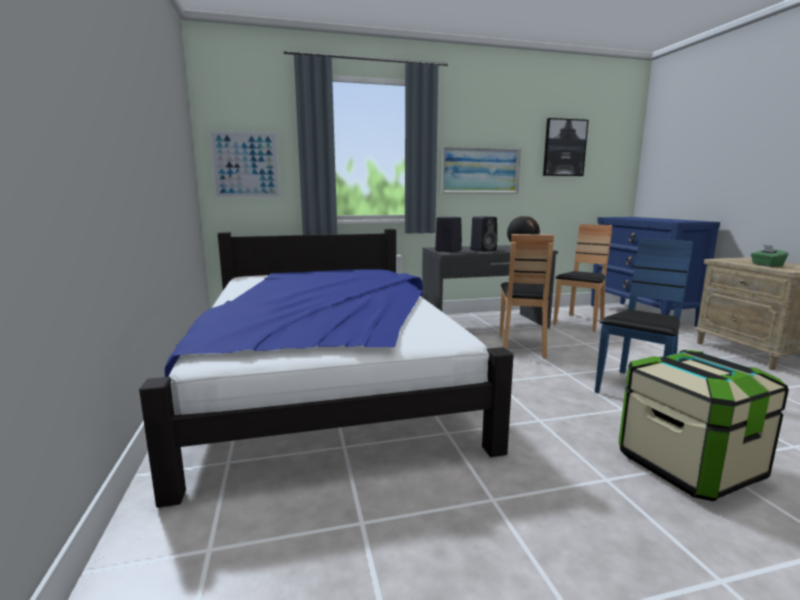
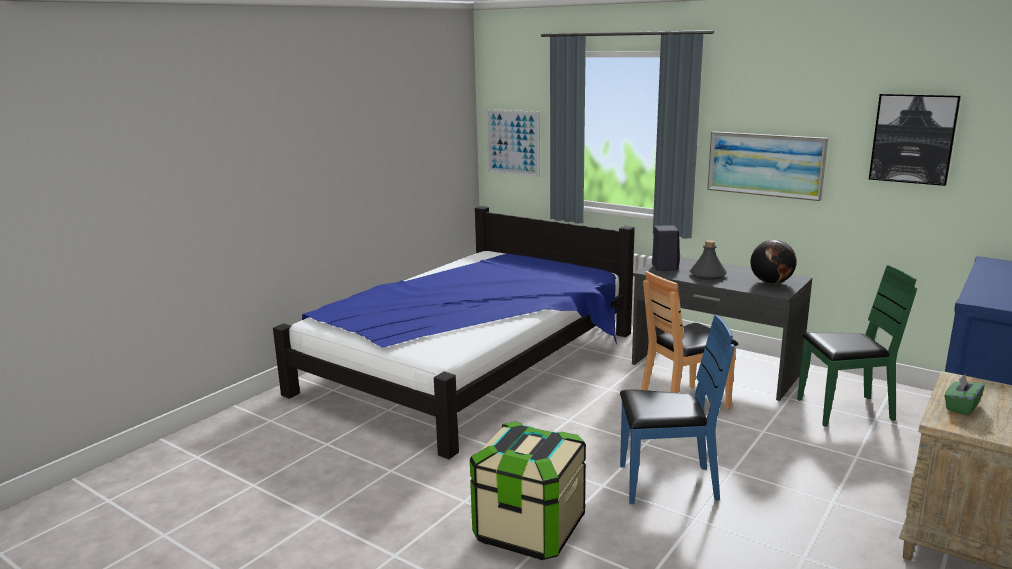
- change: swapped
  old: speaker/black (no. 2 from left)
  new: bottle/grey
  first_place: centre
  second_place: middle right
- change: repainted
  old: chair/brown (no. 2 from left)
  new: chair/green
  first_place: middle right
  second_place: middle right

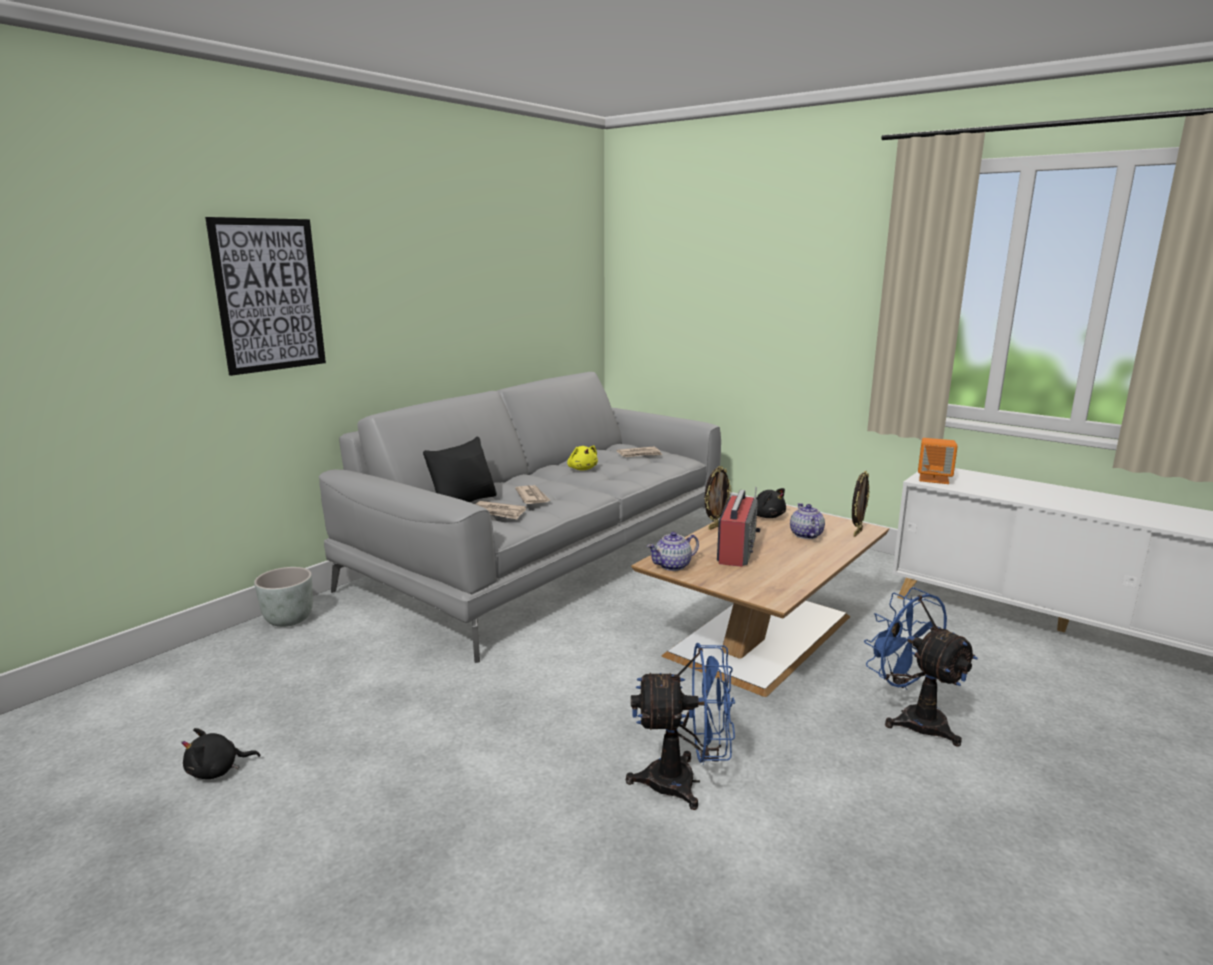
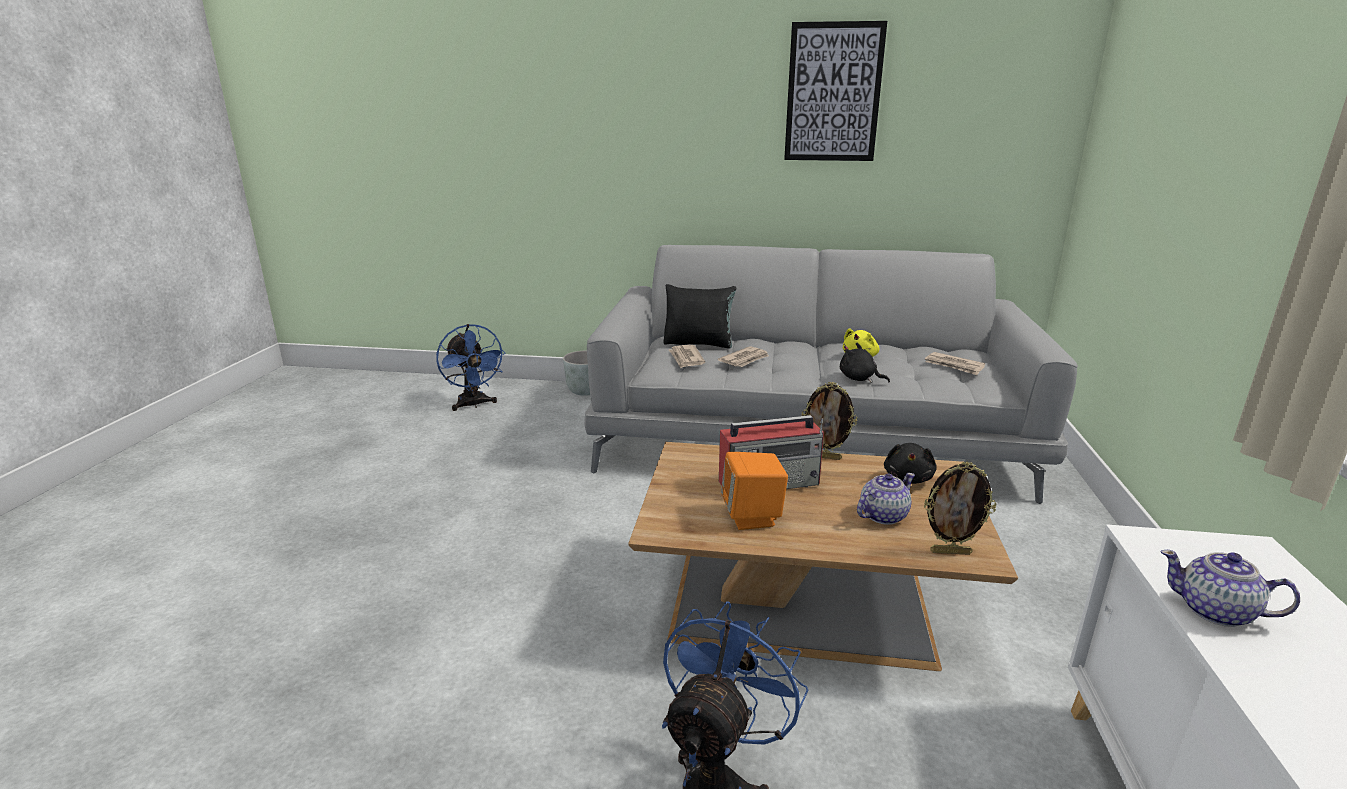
- change: shifted
  old: plush toy/black (no. 1 from left)
  first_place: bottom left
  second_place: centre
- change: shifted
  old: picture
  first_place: top left
  second_place: top centre
- change: shifted
  old: fan/blue (no. 1 from left)
  first_place: bottom centre
  second_place: centre
- change: shifted
  old: teapot (no. 1 from left in the first image)
  new: teapot (no. 2 from left)
  first_place: centre
  second_place: bottom right
- change: shifted
  old: speaker/orange
  first_place: middle right
  second_place: centre

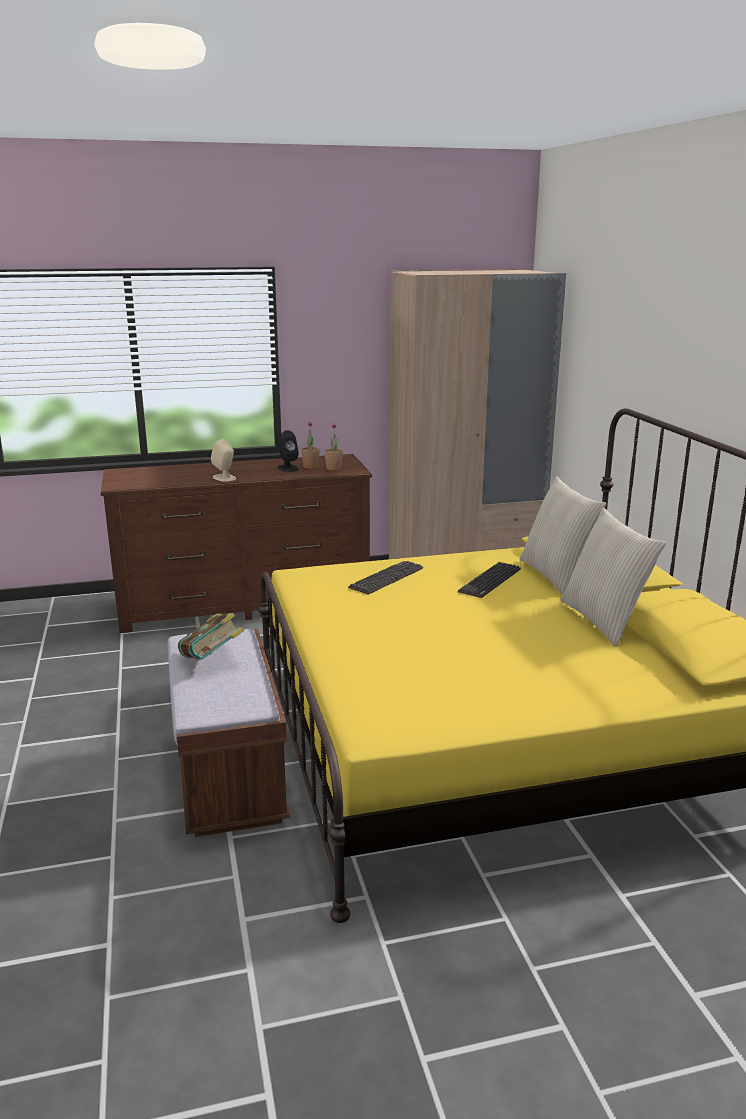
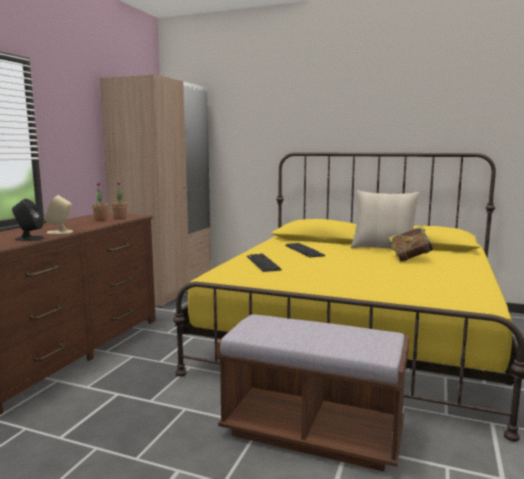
- change: shifted
  old: book
  first_place: middle left
  second_place: middle right
- change: shifted
  old: speaker/black
  first_place: centre
  second_place: middle left
- change: gone
  old: pillow/beige (no. 1 from left)
  first_place: middle right

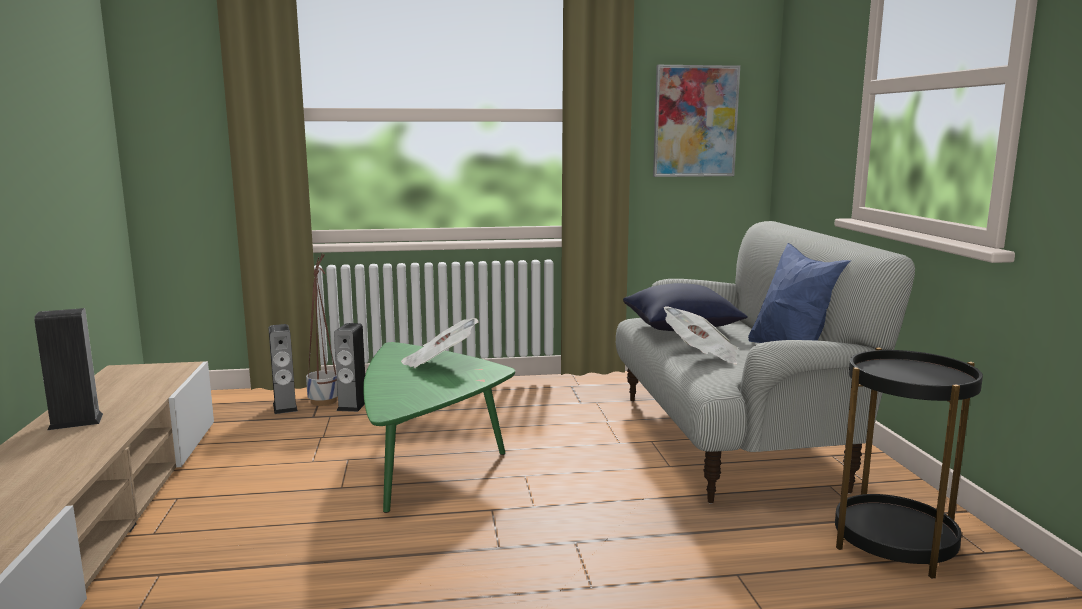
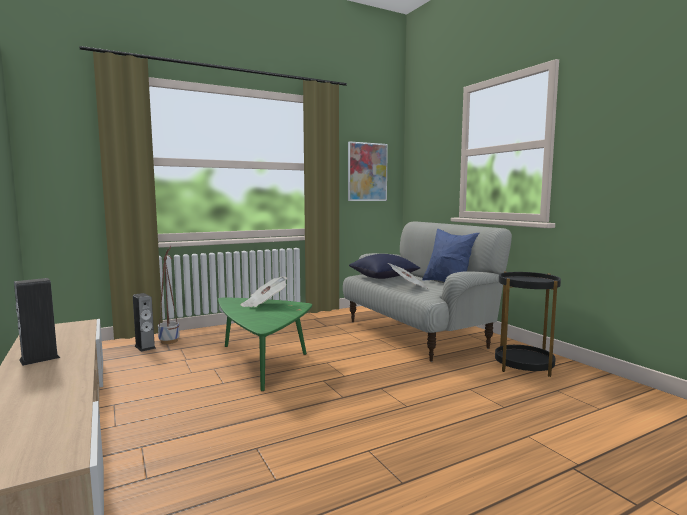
- change: gone
  old: speaker (no. 3 from left)
  first_place: middle left

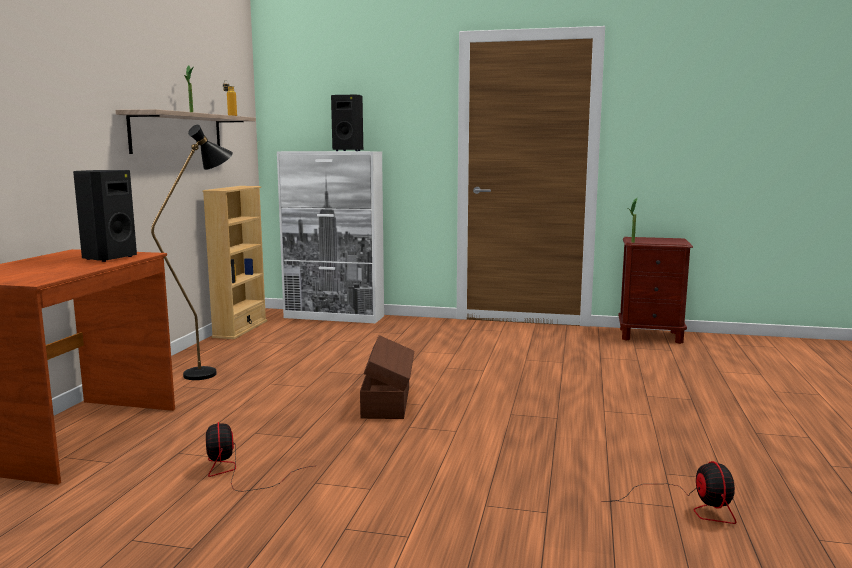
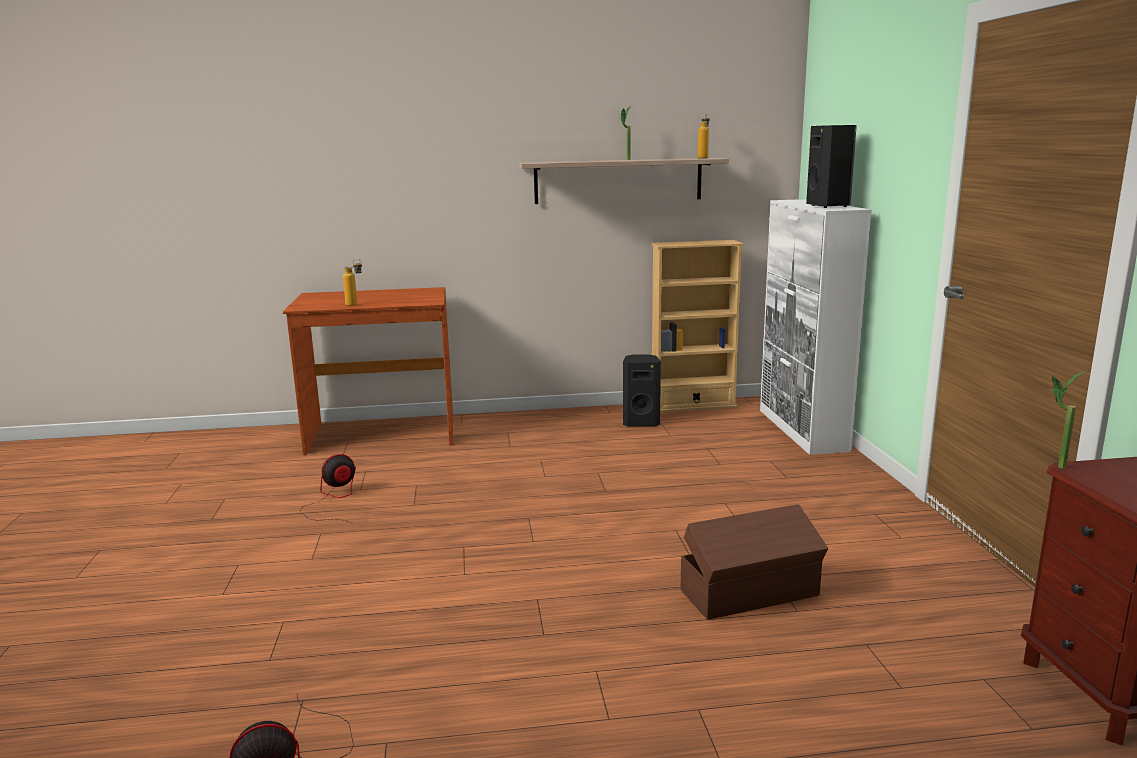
- change: shifted
  old: speaker/black (no. 1 from left)
  first_place: middle left
  second_place: centre
- change: gone
  old: floor lamp/black
  first_place: middle left
- change: shifted
  old: storage box/brown
  first_place: centre
  second_place: bottom centre
- change: new
  new: bottle (no. 1 from left)
  second_place: middle left

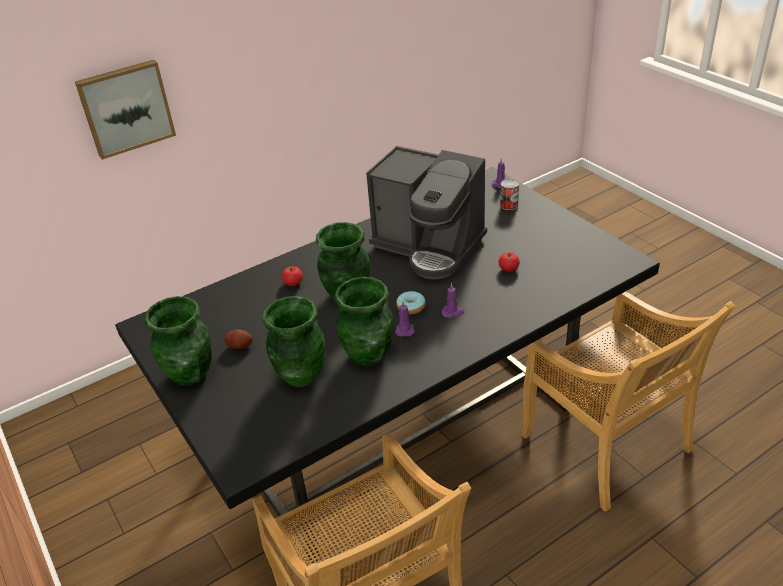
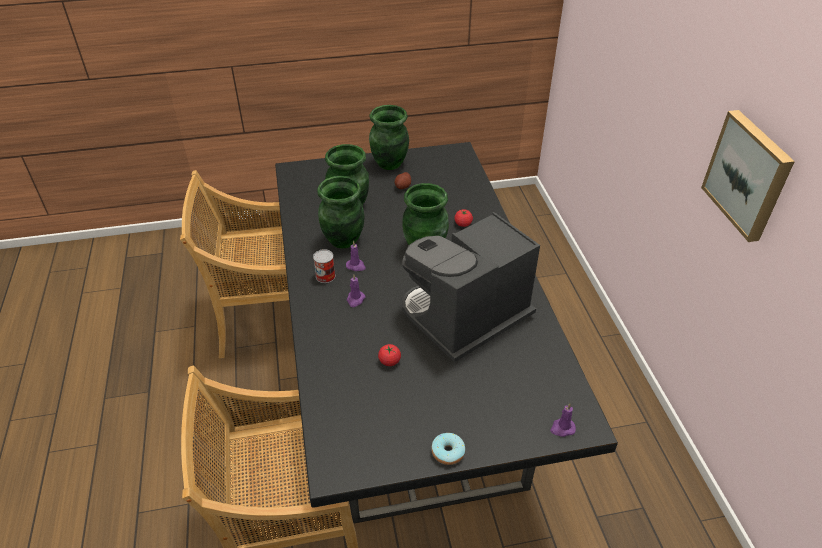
- change: shifted
  old: picture
  first_place: top left
  second_place: top right
- change: shifted
  old: donut
  first_place: centre
  second_place: bottom centre
- change: shifted
  old: can
  first_place: top centre
  second_place: centre

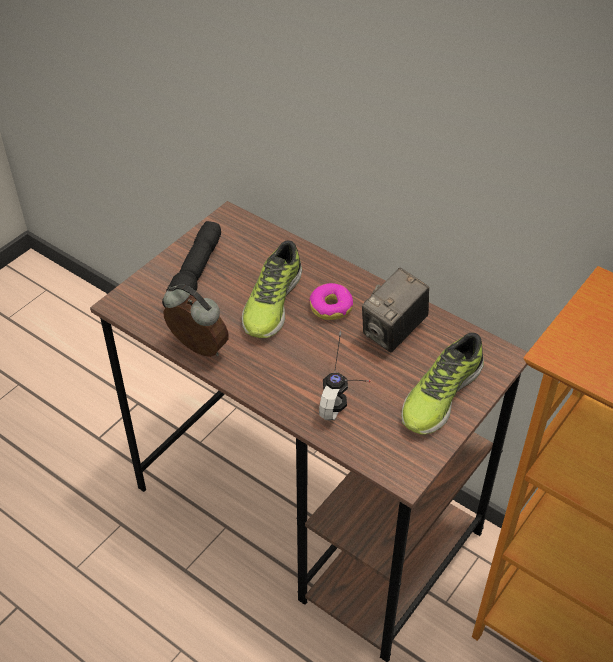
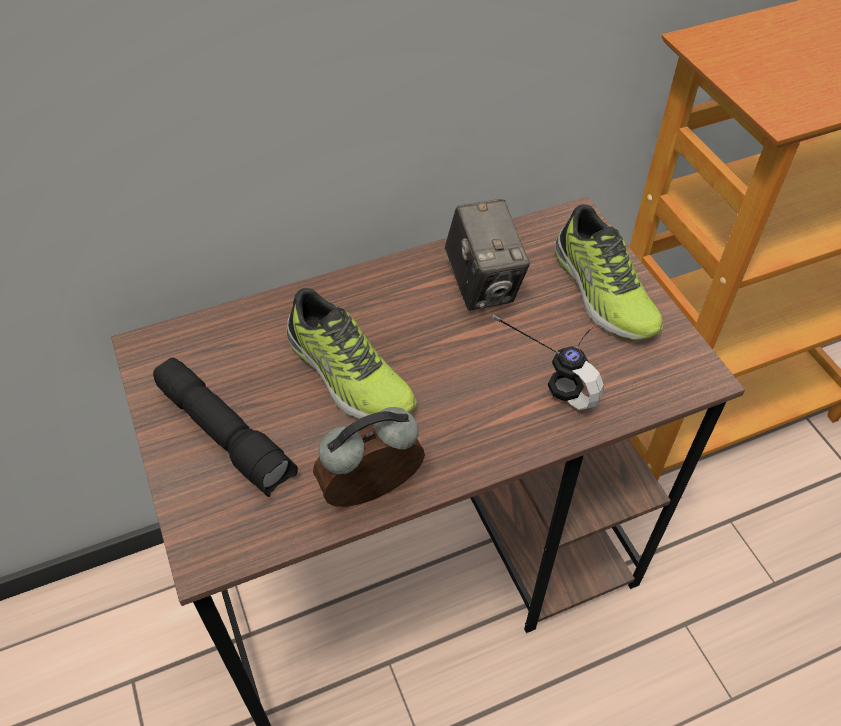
- change: gone
  old: donut
  first_place: centre

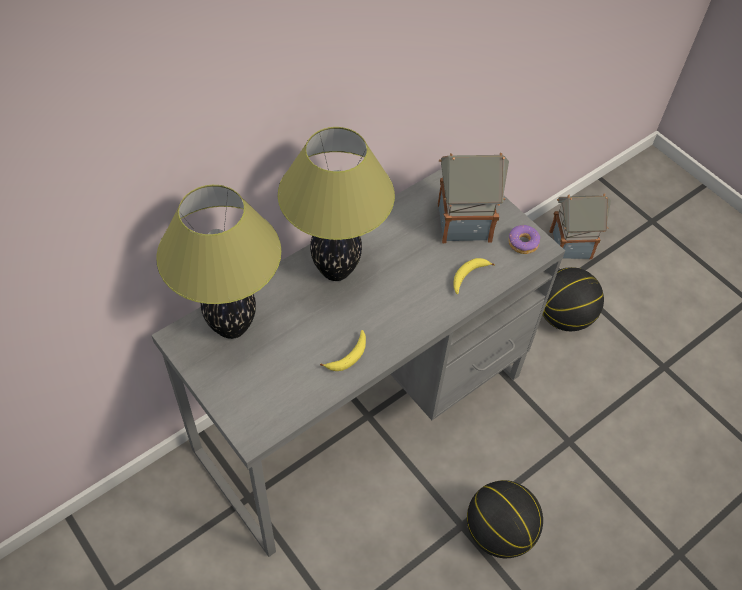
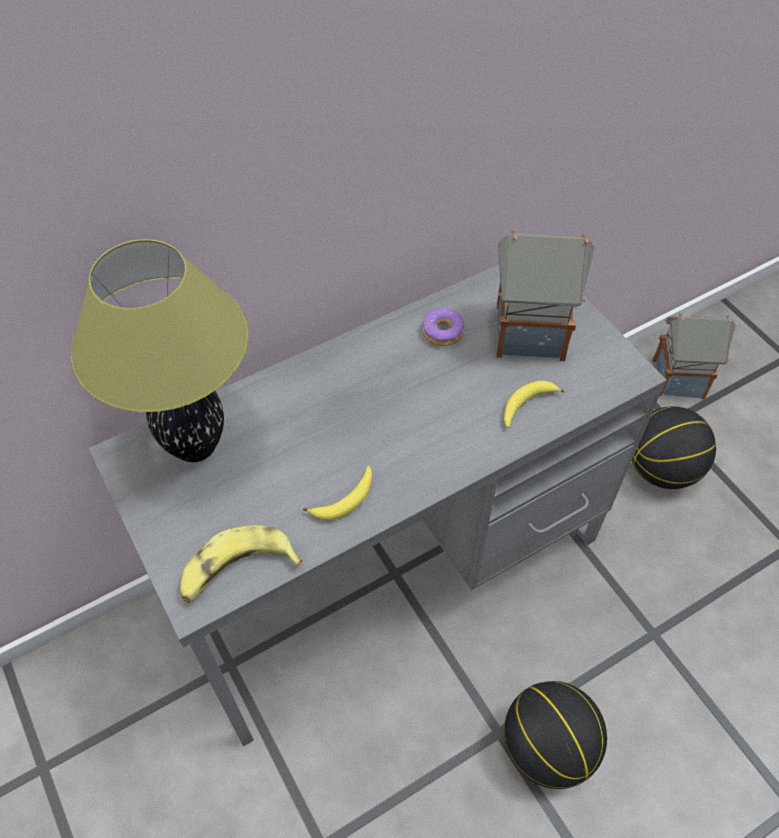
- change: gone
  old: table lamp (no. 2 from left)
  first_place: centre
- change: shifted
  old: donut
  first_place: middle right
  second_place: centre
- change: new
  new: banana (no. 1 from left)
  second_place: bottom left

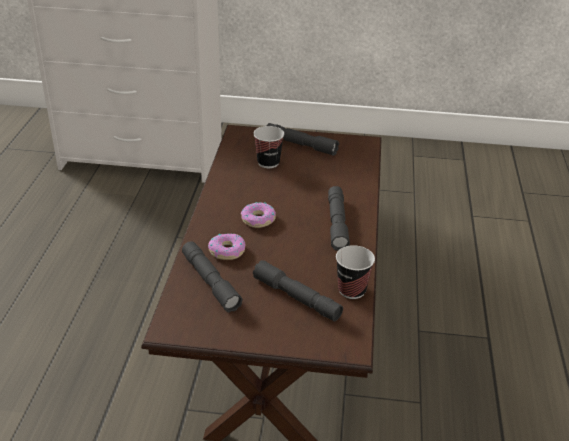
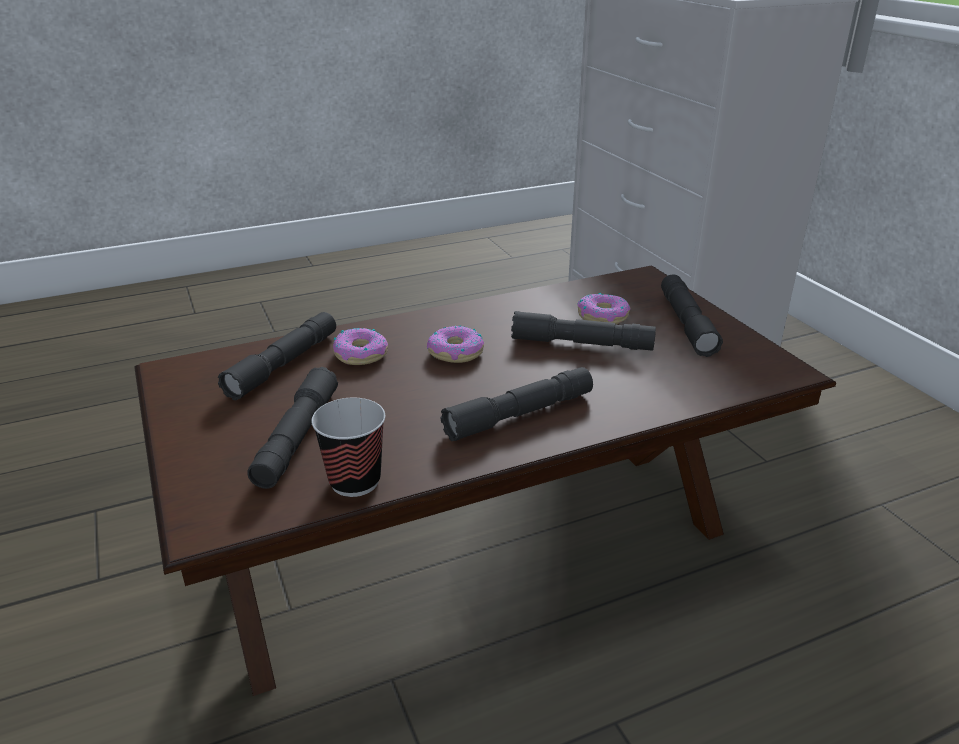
- change: swapped
  old: cup (no. 1 from left)
  new: donut (no. 3 from left)
  first_place: centre
  second_place: centre
- change: new
  new: flashlight/grey (no. 4 from left)
  second_place: centre

